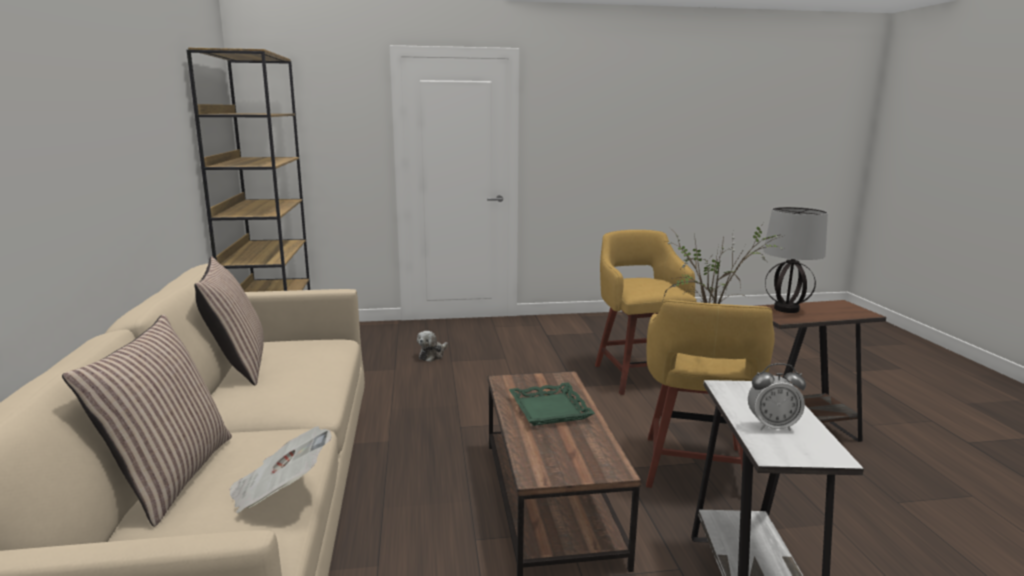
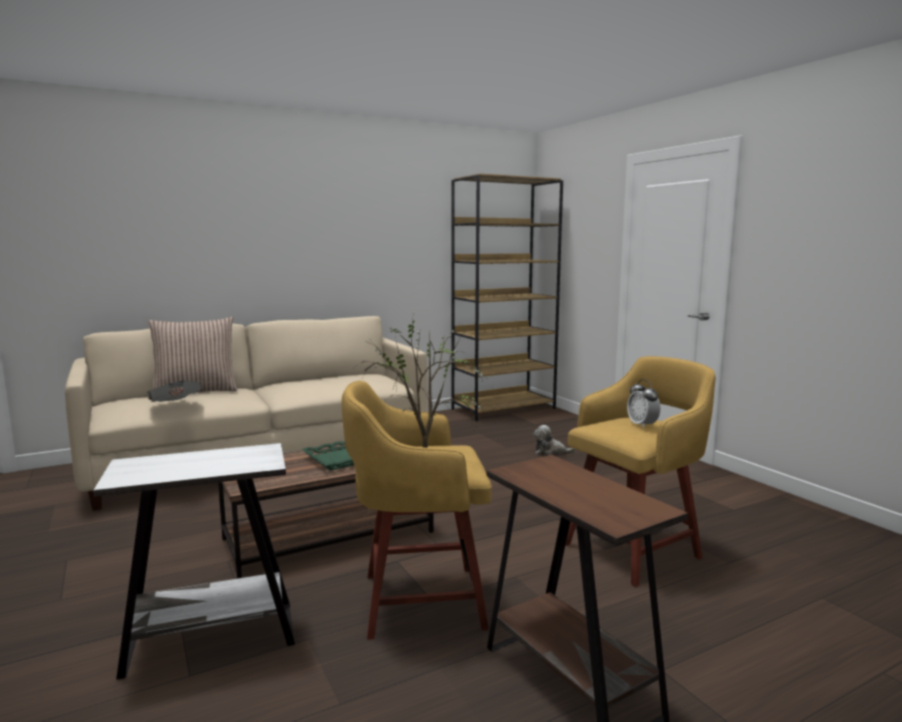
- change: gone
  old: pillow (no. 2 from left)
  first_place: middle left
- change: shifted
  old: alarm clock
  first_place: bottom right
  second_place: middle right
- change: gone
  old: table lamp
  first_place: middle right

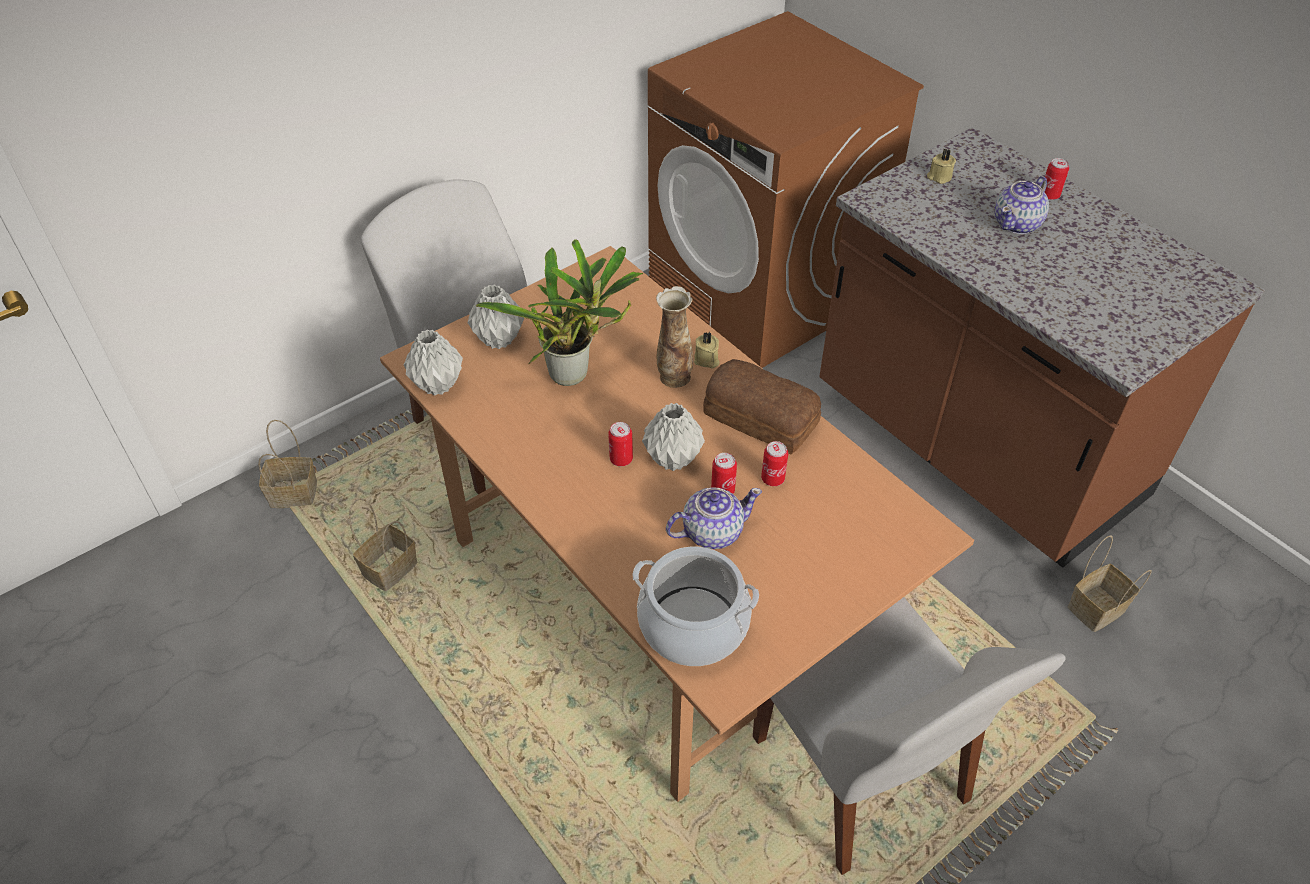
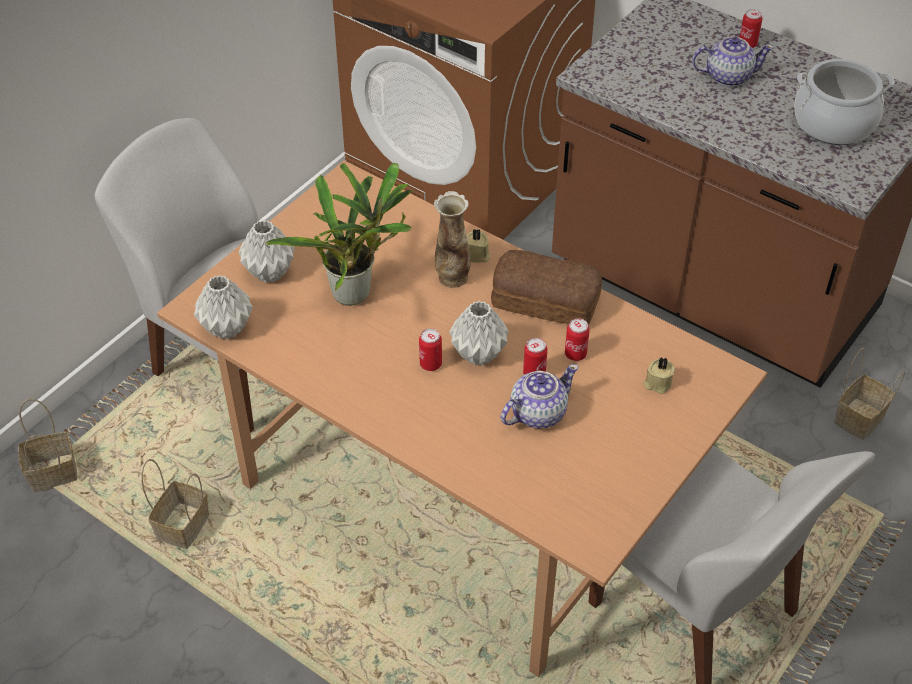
- change: shifted
  old: cooking pot
  first_place: bottom centre
  second_place: top right
- change: shifted
  old: candle/beige (no. 2 from left)
  first_place: top right
  second_place: middle right
- change: rotated
  old: teapot (no. 2 from left)
  first_place: top right
  second_place: top right
  degrees: -120

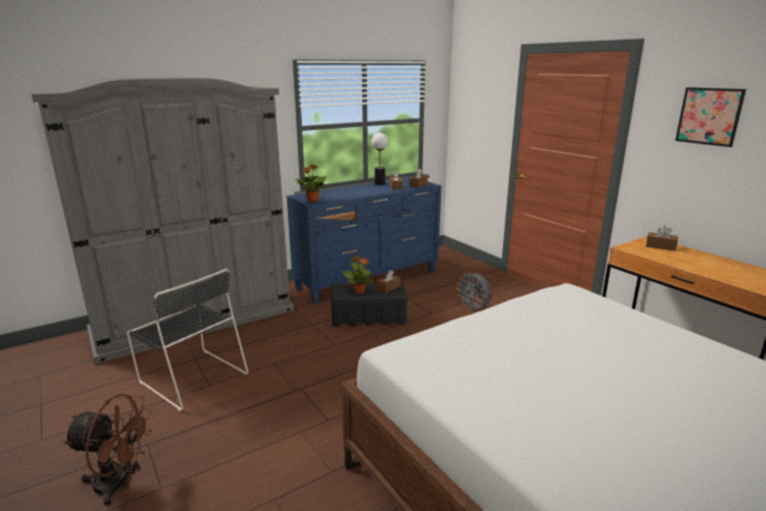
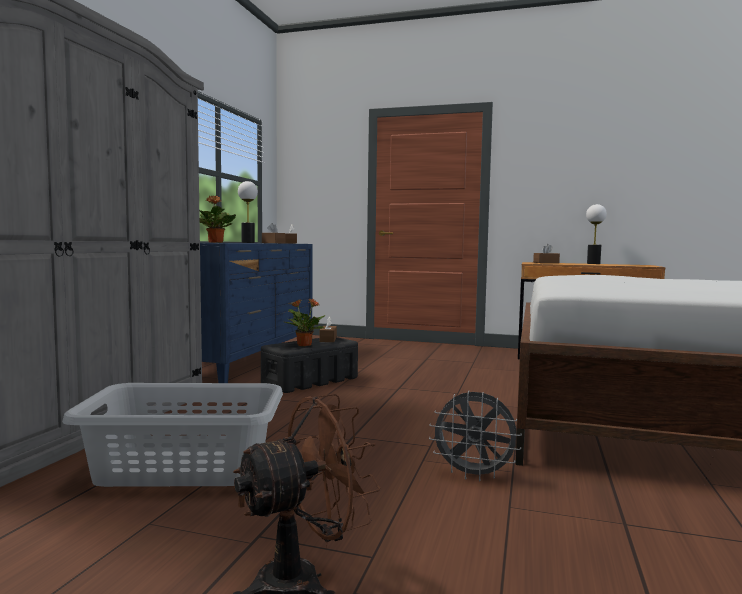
- change: swapped
  old: chair/black
  new: laundry basket/grey
  first_place: middle left
  second_place: bottom left
- change: shifted
  old: fan/grey
  first_place: centre
  second_place: bottom centre
- change: gone
  old: picture
  first_place: top right
- change: new
  new: table lamp (no. 2 from left)
  second_place: middle right

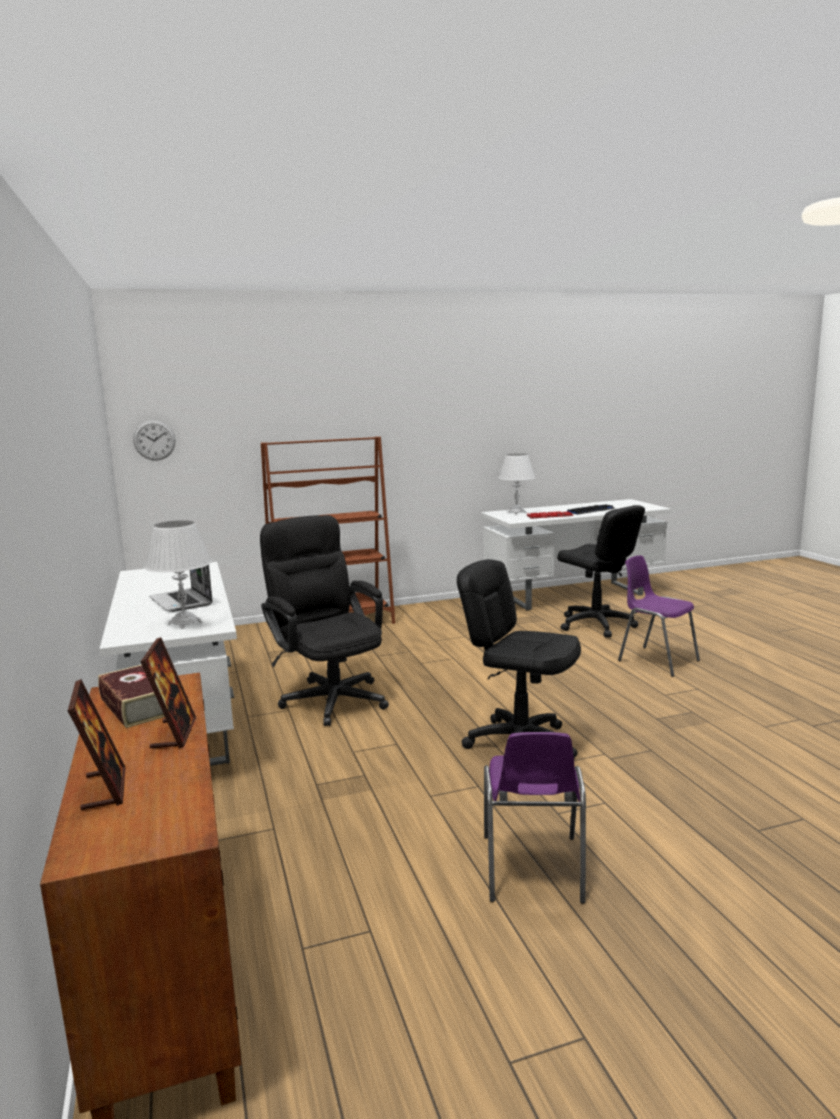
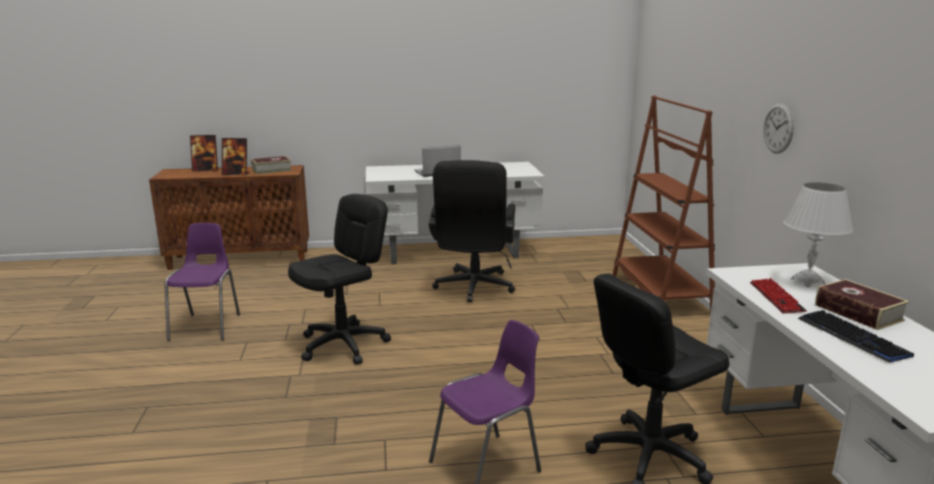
- change: shifted
  old: wall clock
  first_place: middle left
  second_place: top right
- change: gone
  old: table lamp/white (no. 1 from left)
  first_place: middle left
- change: rotated
  old: office chair/black (no. 1 from left in the first image)
  first_place: centre
  second_place: centre
  degrees: 120
- change: rotated
  old: chair/purple (no. 1 from left)
  first_place: bottom centre
  second_place: middle left
  degrees: 75
- change: new
  new: book (no. 2 from left)
  second_place: middle right

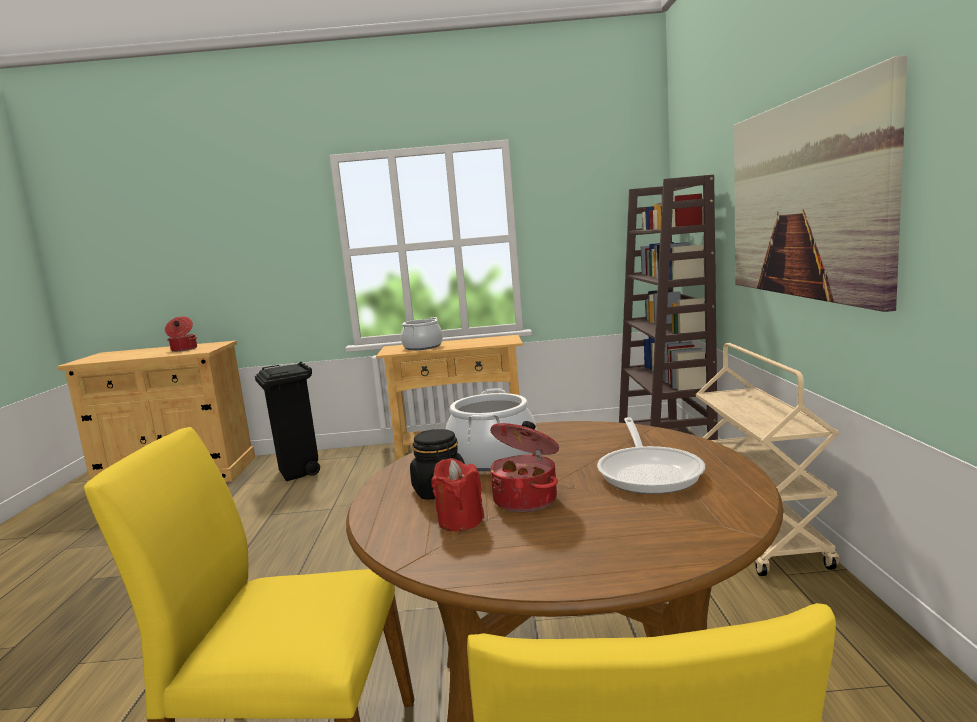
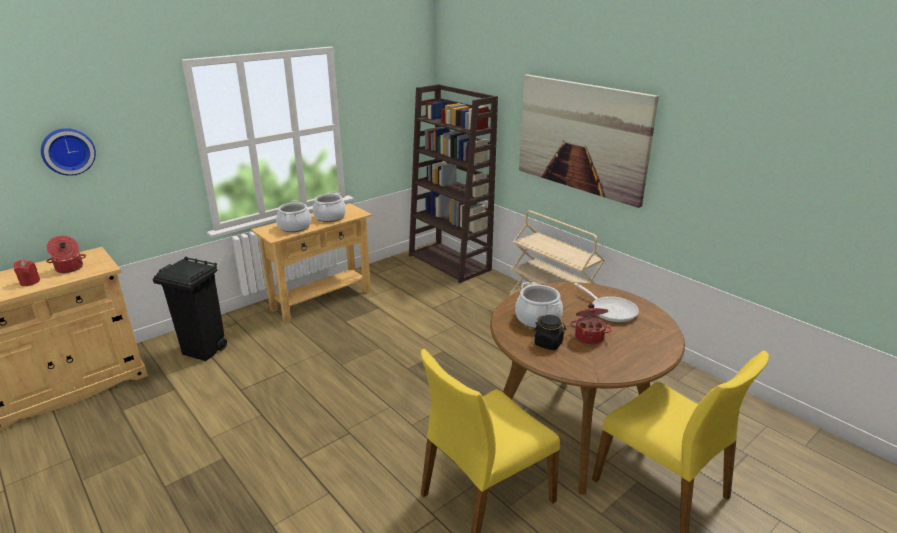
- change: shifted
  old: candle/red
  first_place: bottom centre
  second_place: middle left
- change: new
  new: wall clock
  second_place: top left
- change: new
  new: cooking pot (no. 3 from left)
  second_place: centre

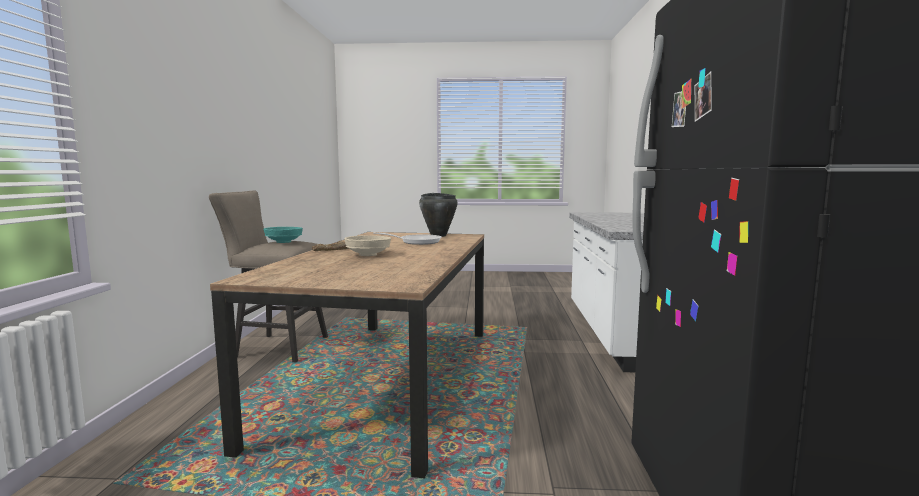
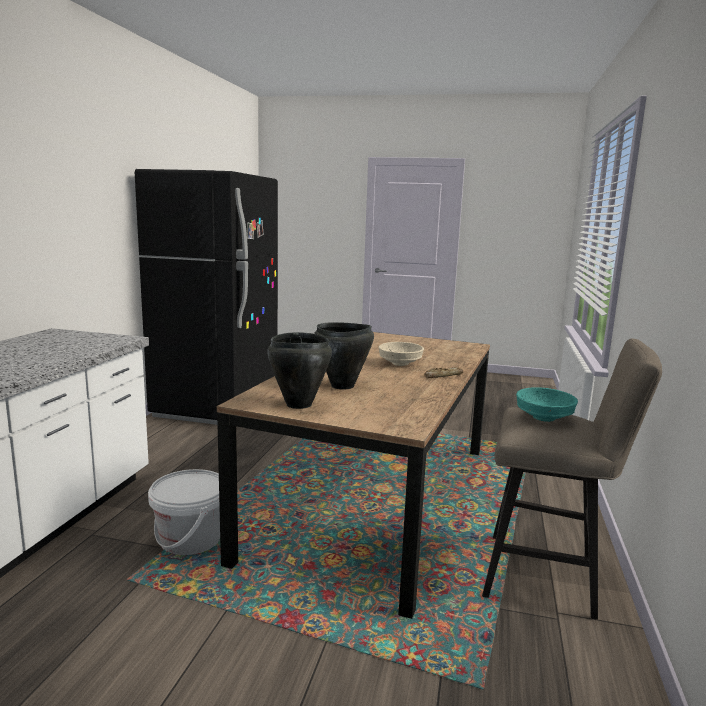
- change: swapped
  old: frying pan
  new: cooking pot/black (no. 2 from left)
  first_place: centre
  second_place: centre
- change: new
  new: bucket/white
  second_place: bottom left

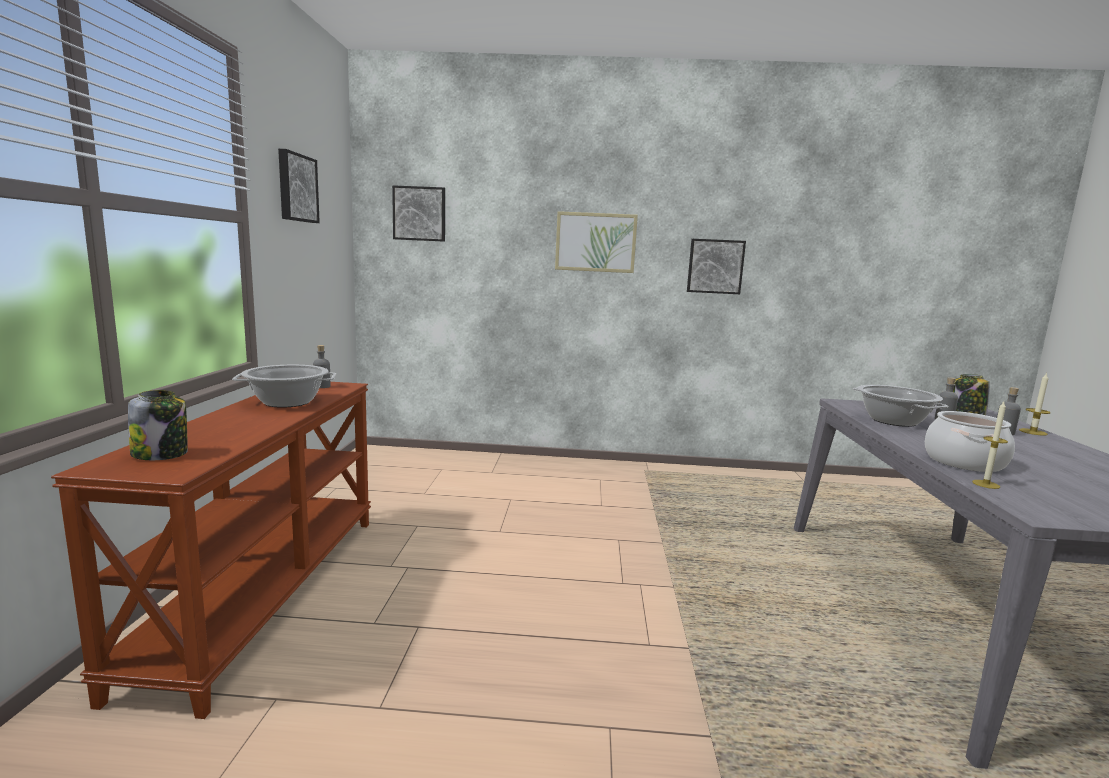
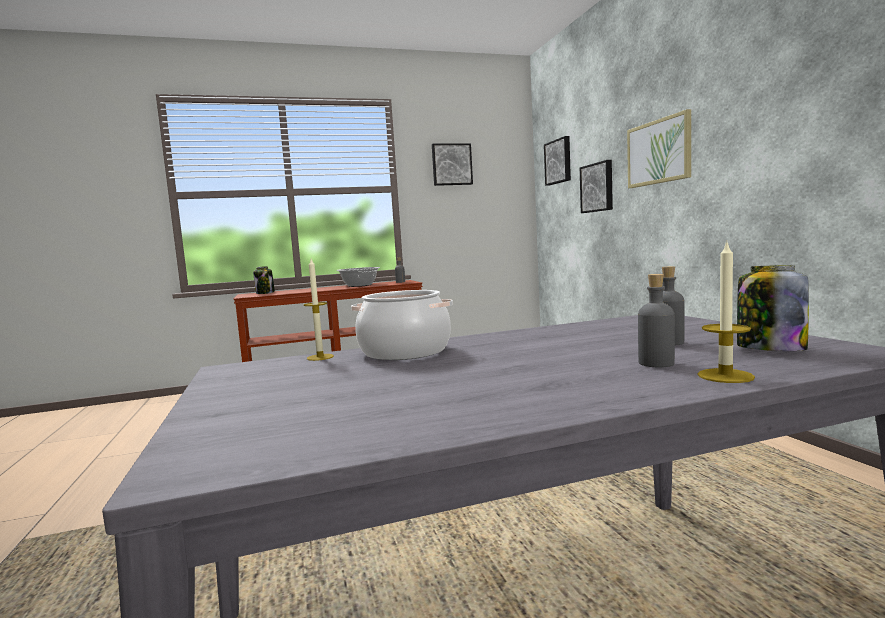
- change: shifted
  old: picture (no. 4 from left in the first image)
  new: picture (no. 3 from left)
  first_place: centre
  second_place: top right
- change: gone
  old: cooking pot (no. 2 from left)
  first_place: middle right

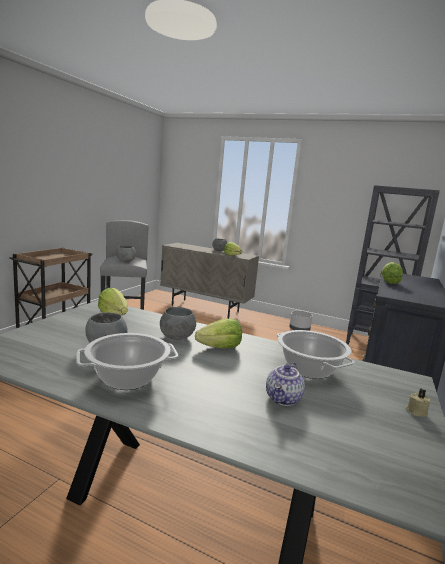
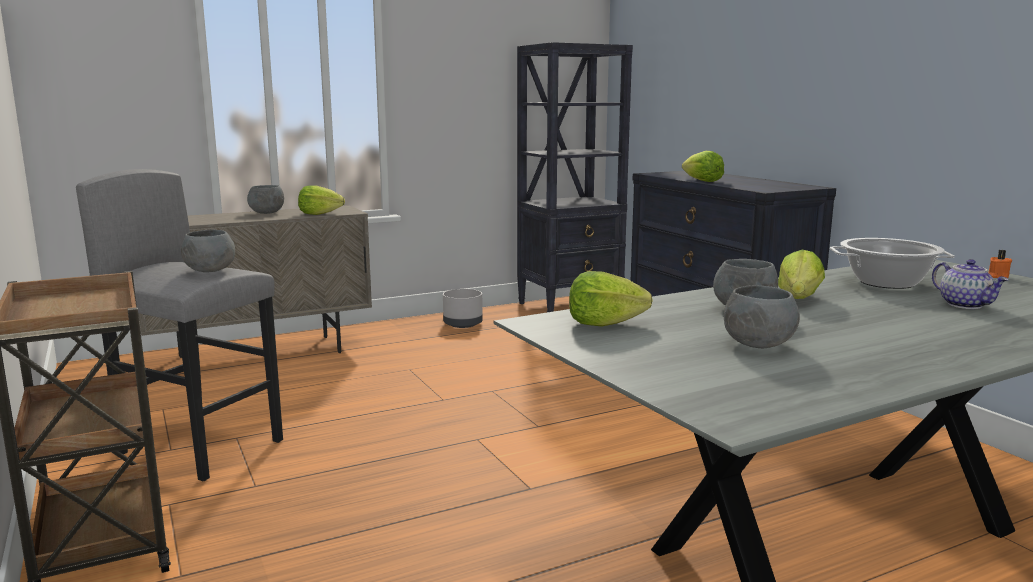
- change: gone
  old: cooking pot (no. 1 from left)
  first_place: middle left
- change: repainted
  old: candle/beige
  new: candle/orange
  first_place: bottom right
  second_place: middle right

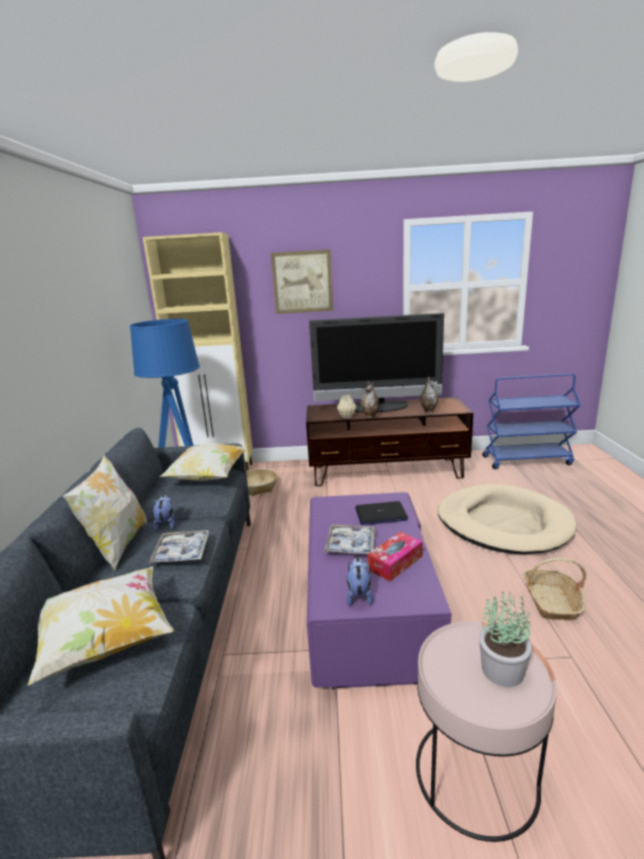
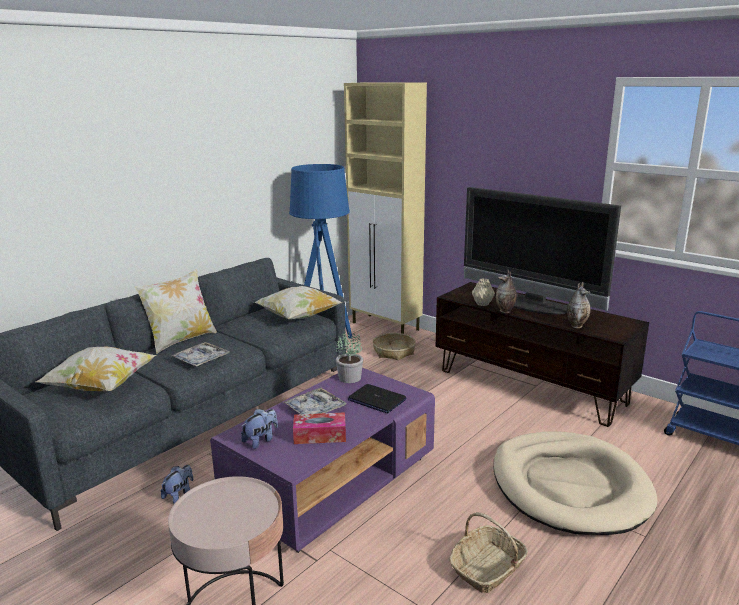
- change: shifted
  old: plush toy (no. 1 from left)
  first_place: middle left
  second_place: bottom left
- change: gone
  old: picture
  first_place: top centre
- change: shifted
  old: potted plant
  first_place: bottom right
  second_place: centre

